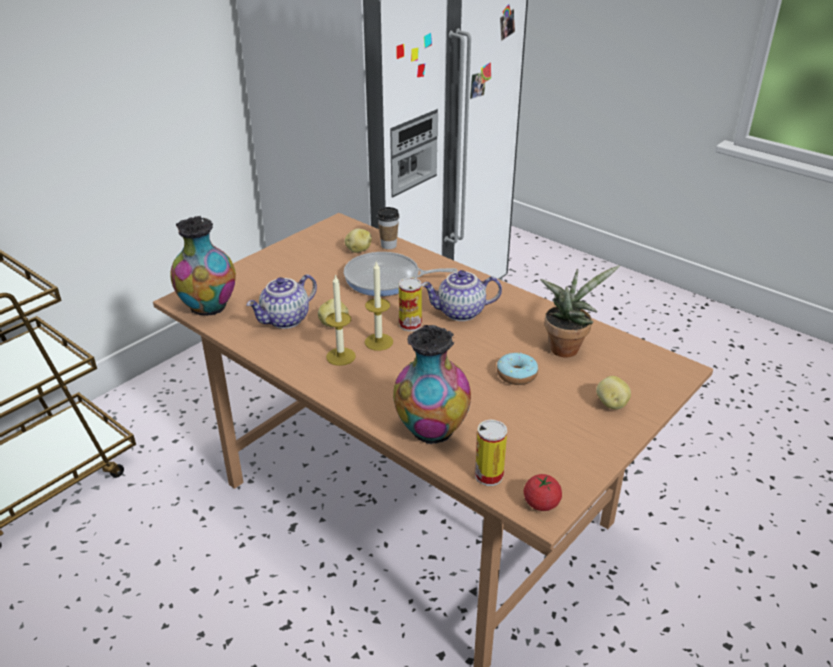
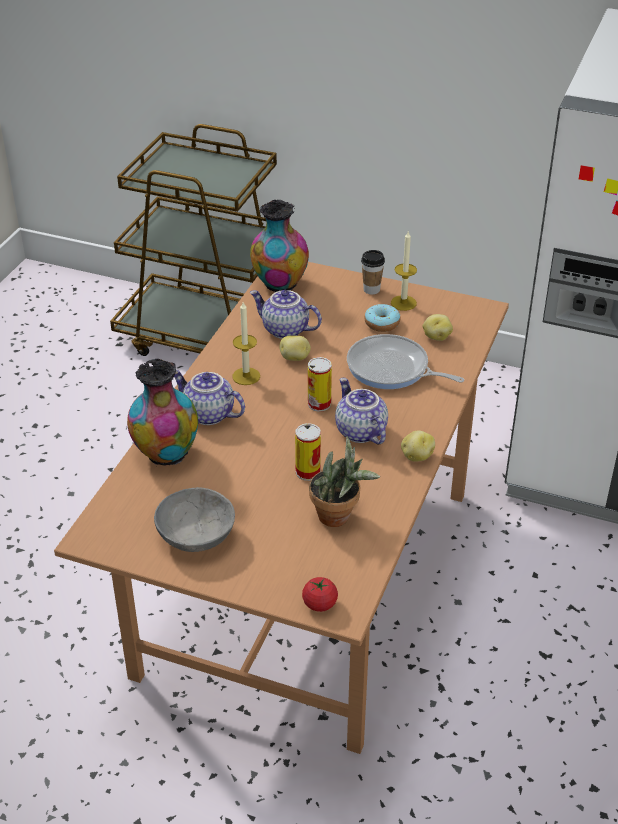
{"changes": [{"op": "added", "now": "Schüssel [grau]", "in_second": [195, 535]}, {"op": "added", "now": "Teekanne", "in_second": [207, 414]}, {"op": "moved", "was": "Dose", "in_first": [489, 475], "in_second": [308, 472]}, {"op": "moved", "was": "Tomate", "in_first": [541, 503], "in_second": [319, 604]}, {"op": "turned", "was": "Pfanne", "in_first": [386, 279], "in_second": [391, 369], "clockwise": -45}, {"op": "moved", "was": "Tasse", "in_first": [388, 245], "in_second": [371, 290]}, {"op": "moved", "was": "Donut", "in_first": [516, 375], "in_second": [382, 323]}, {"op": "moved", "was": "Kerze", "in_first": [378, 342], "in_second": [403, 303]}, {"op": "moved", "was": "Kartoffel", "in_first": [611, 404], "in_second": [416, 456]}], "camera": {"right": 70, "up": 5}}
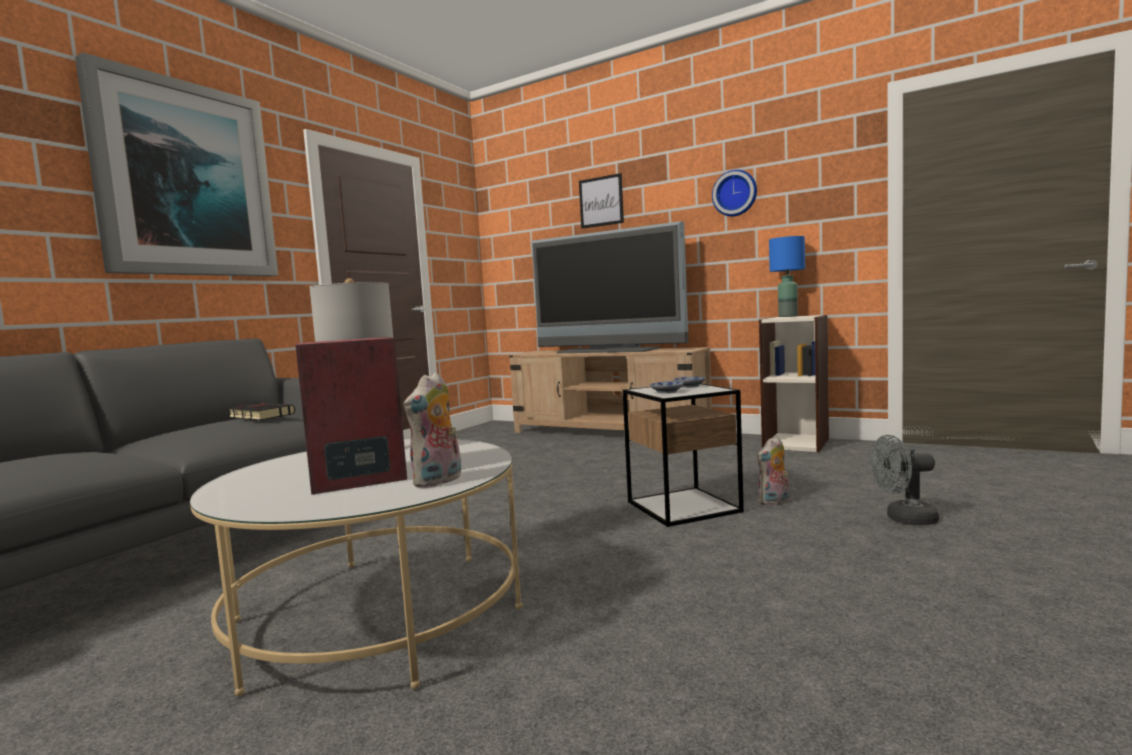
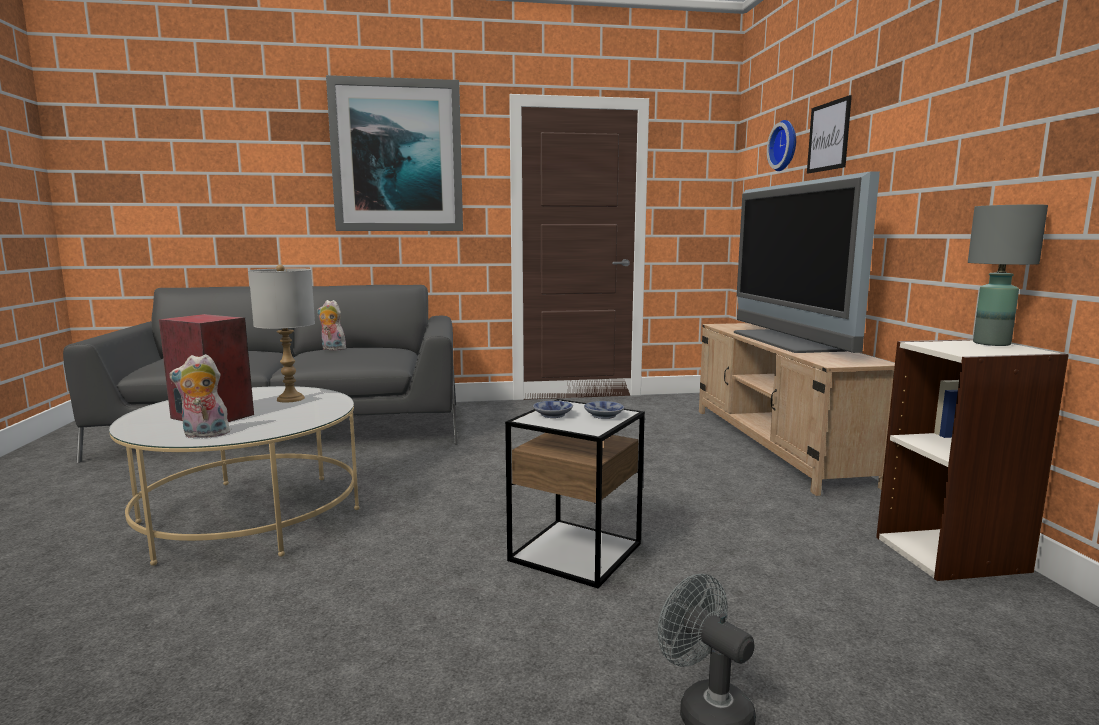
{"changes": [{"op": "moved", "was": "Plüschtier", "in_first": [774, 502], "in_second": [332, 349]}, {"op": "moved", "was": "Wanduhr", "in_first": [735, 193], "in_second": [785, 146]}, {"op": "recoloured", "was": "Tischlampe [blau]", "now": "Tischlampe [grau]", "in_first": [787, 316], "in_second": [991, 343]}, {"op": "removed", "was": "Buch [schwarz]", "in_first": [260, 416]}], "camera": {"right": 50, "up": 5}}
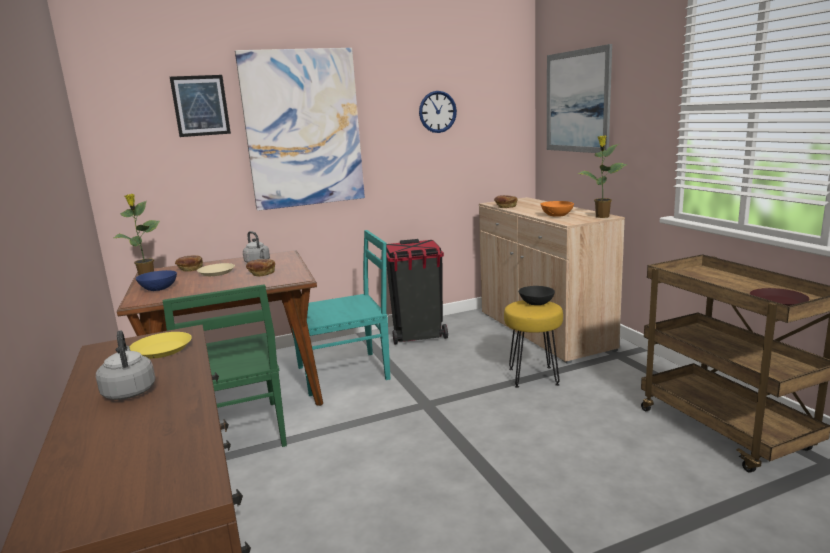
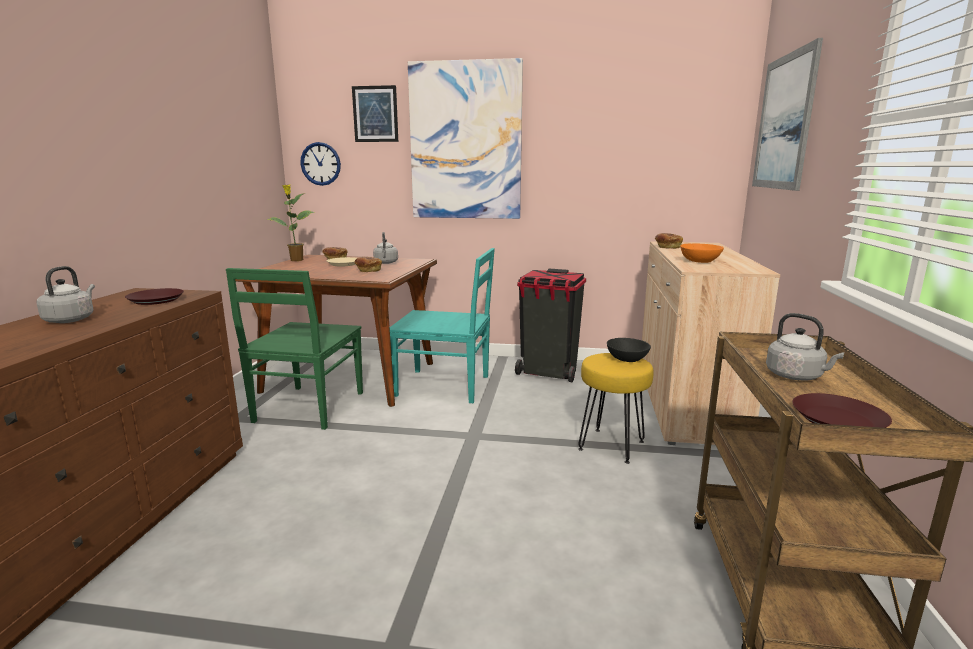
{"changes": [{"op": "recoloured", "was": "Teller [gelb]", "now": "Teller [braun]", "in_first": [162, 350], "in_second": [156, 300]}, {"op": "moved", "was": "Wanduhr", "in_first": [437, 112], "in_second": [320, 164]}, {"op": "added", "now": "Wasserkessel [grau]", "in_second": [796, 376]}, {"op": "removed", "was": "Schüssel [blau]", "in_first": [158, 289]}, {"op": "removed", "was": "Topfpflanze", "in_first": [601, 216]}], "camera": {"right": 30, "up": 0}}
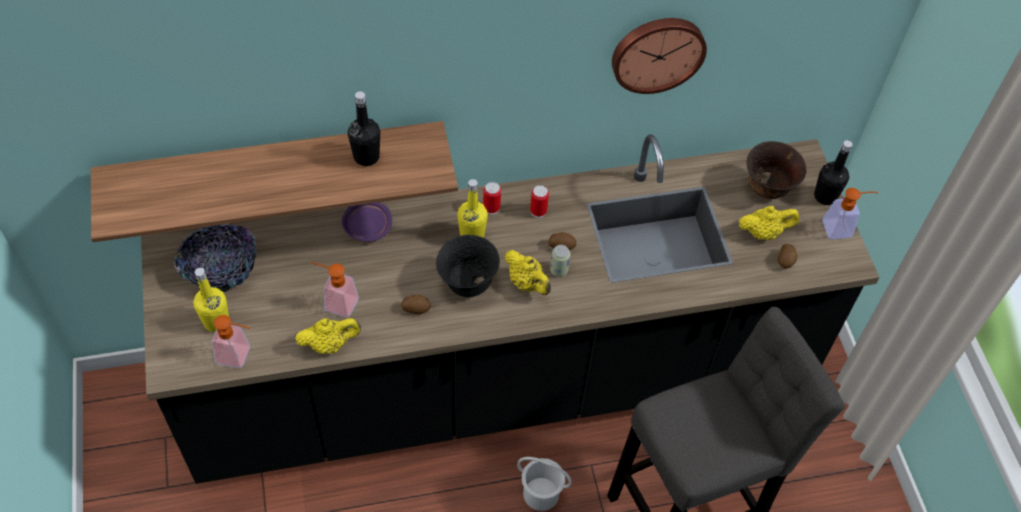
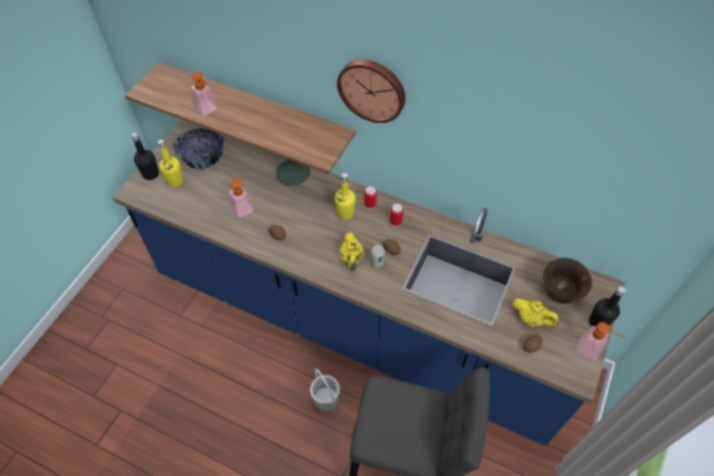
{"changes": [{"op": "recoloured", "was": "Küchenzeile [schwarz]", "now": "Küchenzeile [blau]", "in_first": [502, 380], "in_second": [357, 322]}, {"op": "moved", "was": "Flasche [schwarz]", "in_first": [366, 157], "in_second": [151, 174]}, {"op": "moved", "was": "Seifenspender", "in_first": [239, 356], "in_second": [208, 110]}, {"op": "recoloured", "was": "Teller [lila]", "now": "Teller [grün]", "in_first": [367, 226], "in_second": [293, 175]}, {"op": "moved", "was": "Wanduhr", "in_first": [657, 52], "in_second": [372, 89]}, {"op": "removed", "was": "Teekanne [gelb]", "in_first": [330, 344]}, {"op": "removed", "was": "Schüssel [schwarz]", "in_first": [468, 284]}], "camera": {"right": 40, "up": 0}}
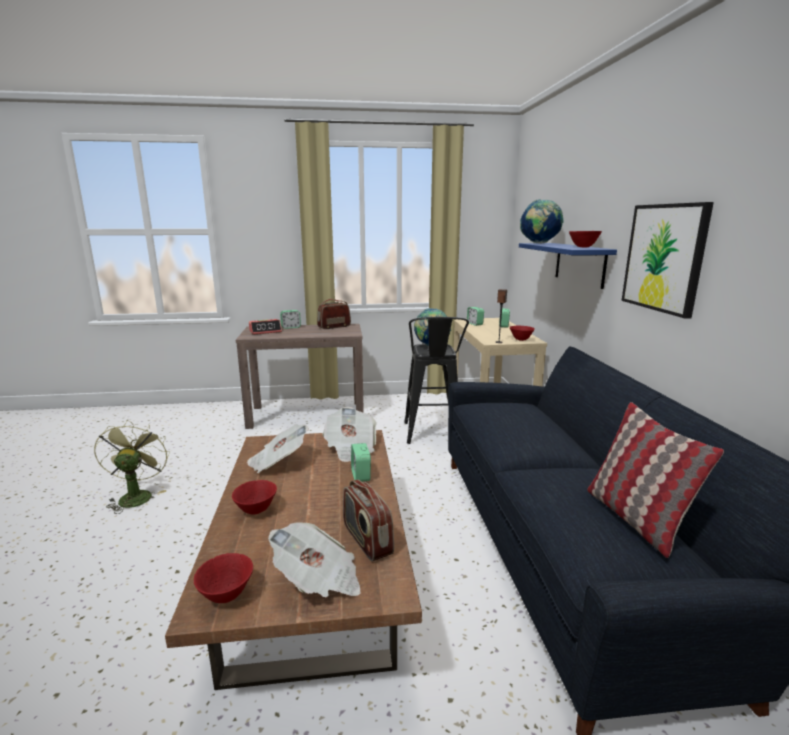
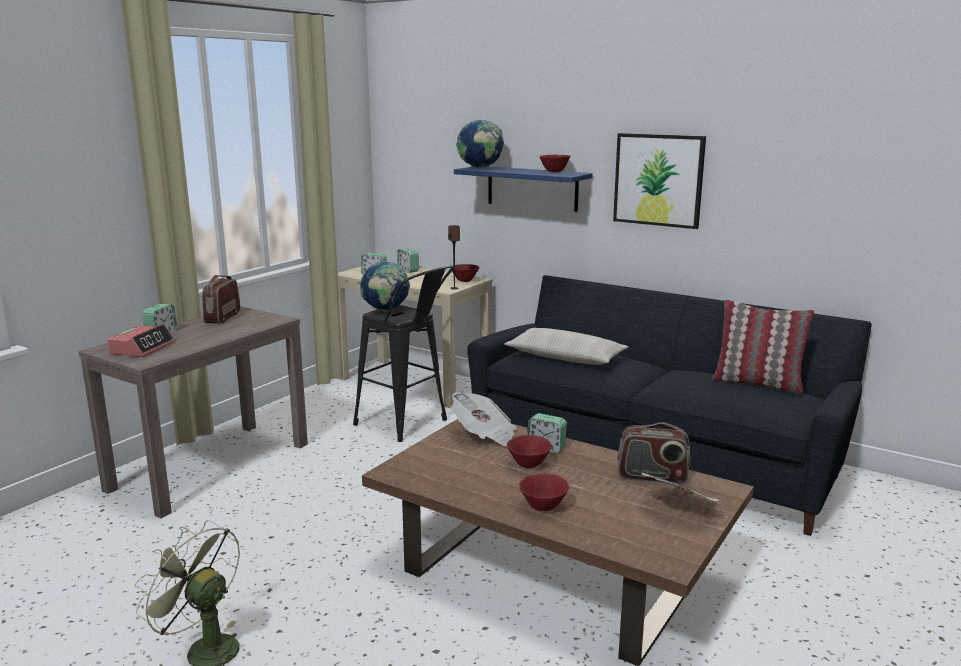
{"changes": [{"op": "added", "now": "Kissen [beige]", "in_second": [565, 358]}, {"op": "moved", "was": "Schüssel [rot]", "in_first": [226, 595], "in_second": [528, 465]}, {"op": "removed", "was": "Zeitung", "in_first": [278, 462]}], "camera": {"right": -50, "up": 0}}
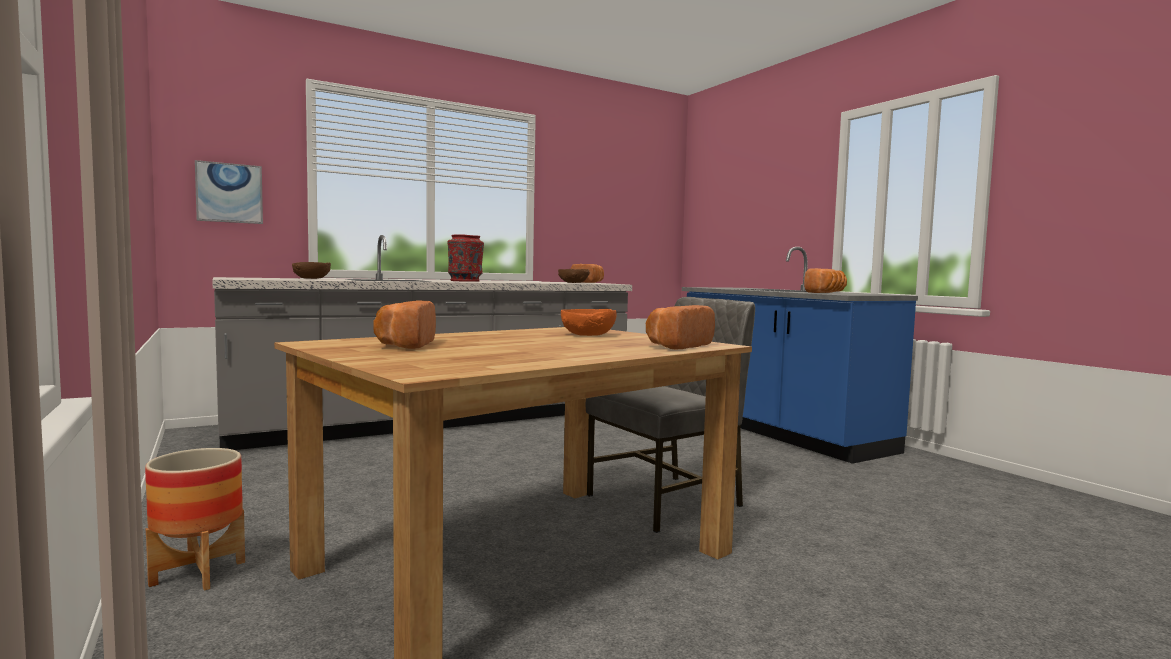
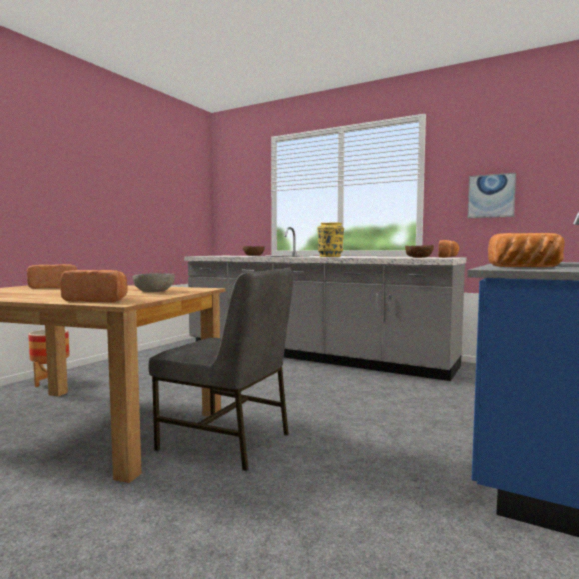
{"changes": [{"op": "recoloured", "was": "Schüssel [orange]", "now": "Schüssel [grau]", "in_first": [587, 335], "in_second": [154, 291]}, {"op": "recoloured", "was": "Vase [rot]", "now": "Vase [gelb]", "in_first": [465, 281], "in_second": [330, 256]}, {"op": "moved", "was": "Bild", "in_first": [229, 193], "in_second": [491, 196]}], "camera": {"right": 60, "up": 0}}
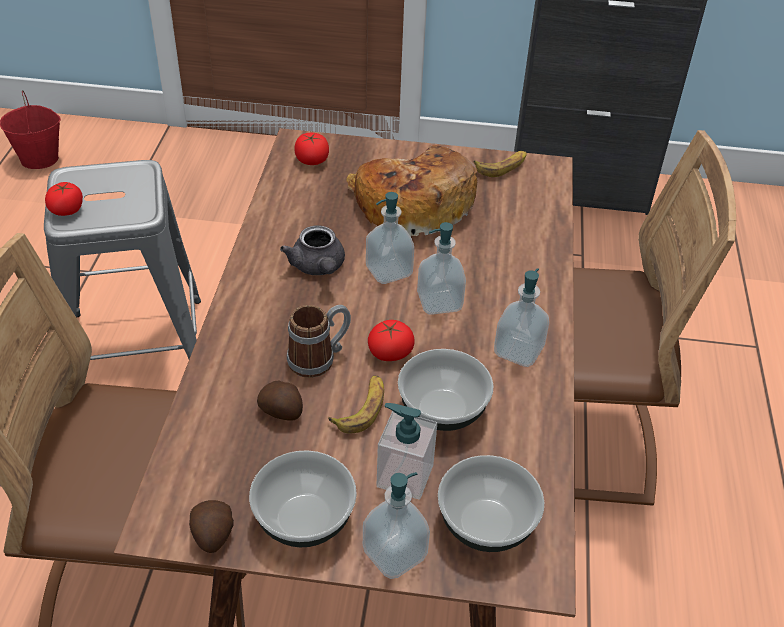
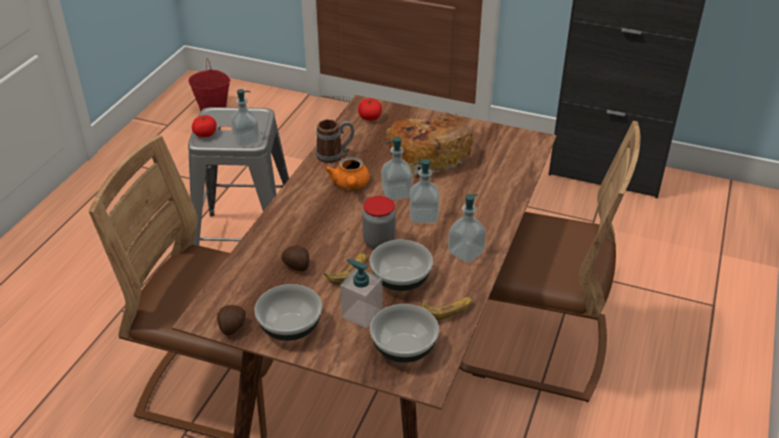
{"changes": [{"op": "moved", "was": "Seifenspender", "in_first": [394, 554], "in_second": [246, 139]}, {"op": "moved", "was": "Henkelbecher", "in_first": [319, 358], "in_second": [335, 155]}, {"op": "recoloured", "was": "Teekanne [grau]", "now": "Teekanne [orange]", "in_first": [318, 267], "in_second": [350, 185]}, {"op": "replaced", "was": "Tomate", "now": "Vorratsglas", "in_first": [390, 352], "in_second": [379, 241]}, {"op": "moved", "was": "Banane", "in_first": [502, 166], "in_second": [447, 310]}], "camera": {"right": 15, "up": -5}}
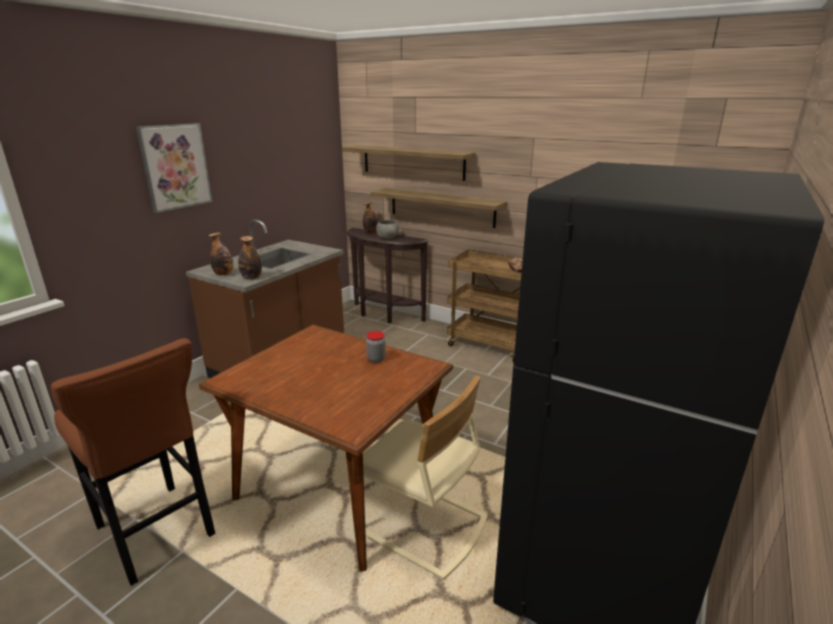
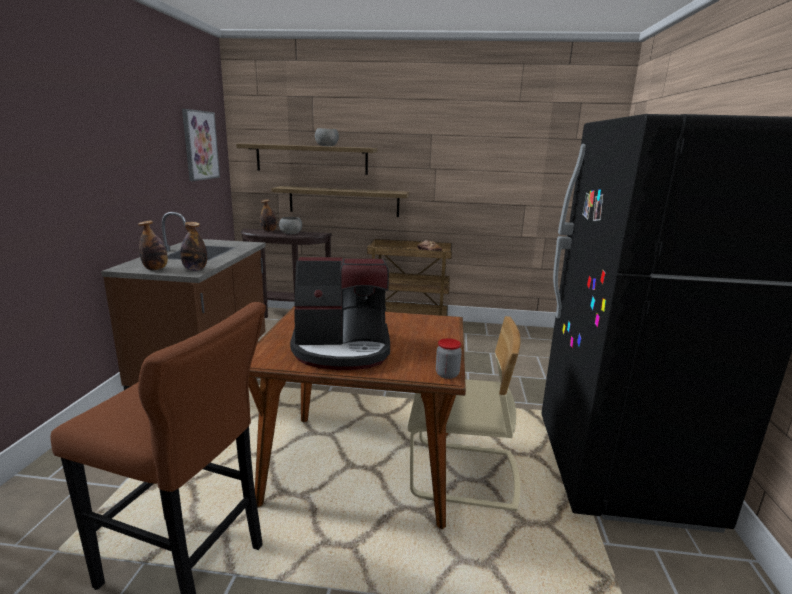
{"changes": [{"op": "moved", "was": "Bild", "in_first": [175, 167], "in_second": [200, 145]}, {"op": "added", "now": "Kaffeemaschine", "in_second": [342, 349]}, {"op": "added", "now": "Schüssel [grau]", "in_second": [326, 146]}, {"op": "moved", "was": "Vorratsglas", "in_first": [376, 359], "in_second": [447, 374]}], "camera": {"right": -25, "up": -5}}
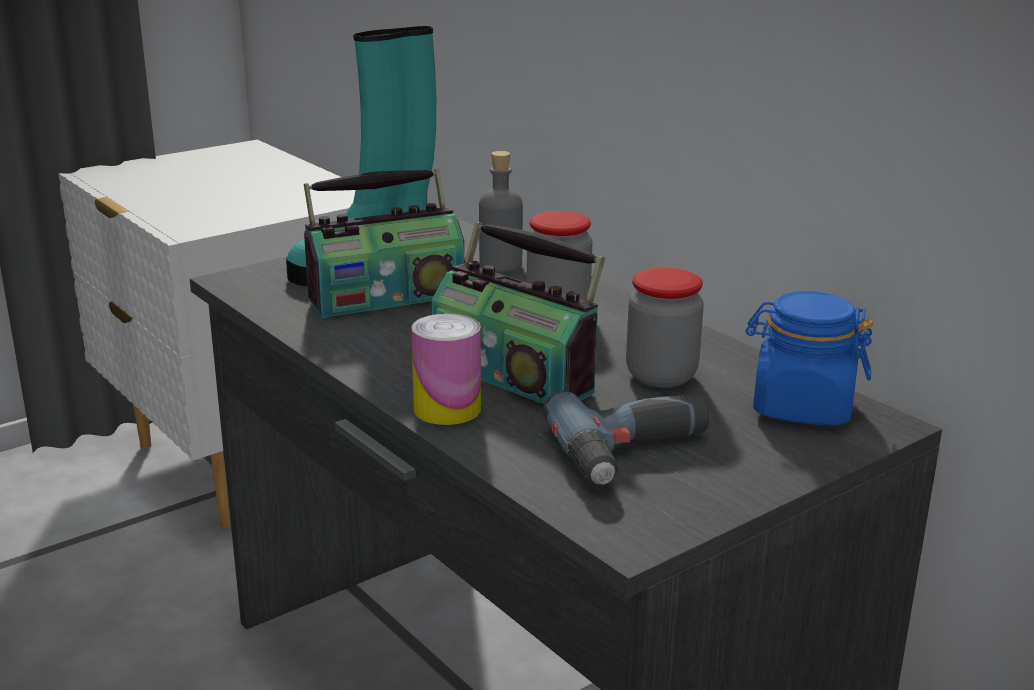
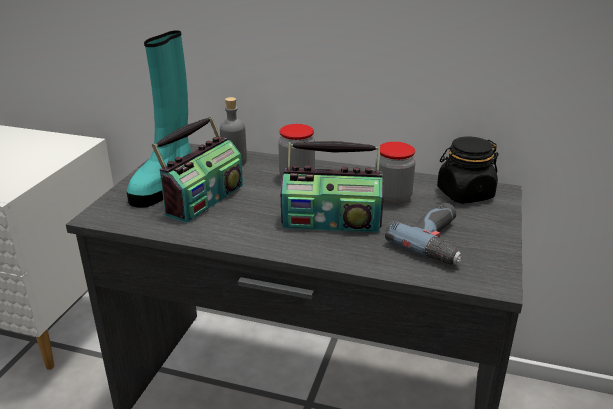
{"changes": [{"op": "recoloured", "was": "Vorratsglas [blau]", "now": "Vorratsglas [schwarz]", "in_first": [801, 407], "in_second": [464, 194]}, {"op": "removed", "was": "Dose", "in_first": [447, 409]}], "camera": {"right": -35, "up": 5}}
